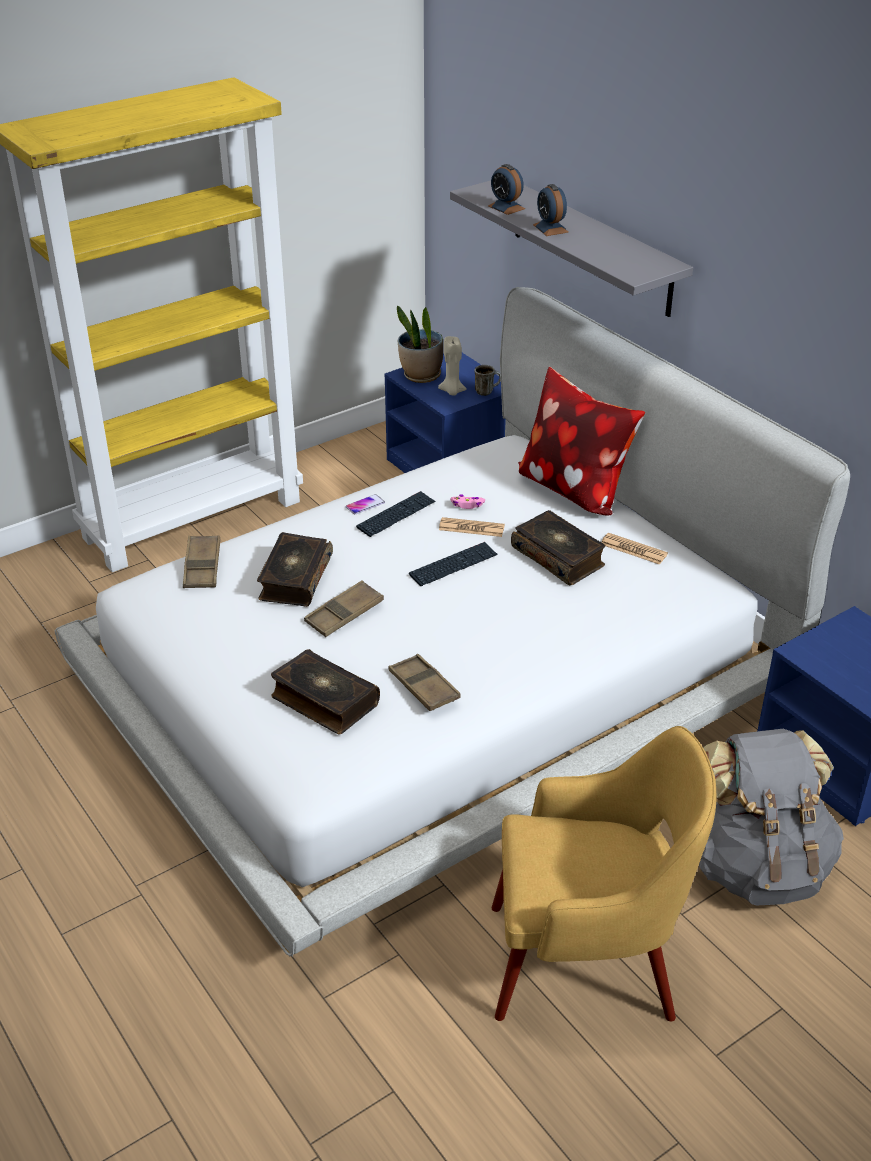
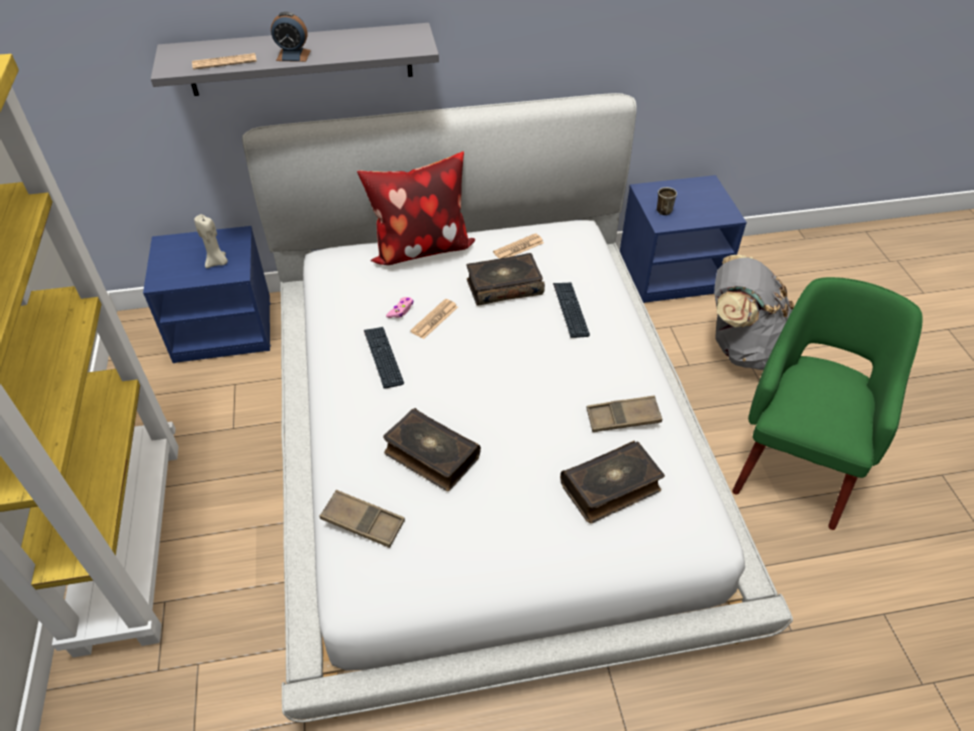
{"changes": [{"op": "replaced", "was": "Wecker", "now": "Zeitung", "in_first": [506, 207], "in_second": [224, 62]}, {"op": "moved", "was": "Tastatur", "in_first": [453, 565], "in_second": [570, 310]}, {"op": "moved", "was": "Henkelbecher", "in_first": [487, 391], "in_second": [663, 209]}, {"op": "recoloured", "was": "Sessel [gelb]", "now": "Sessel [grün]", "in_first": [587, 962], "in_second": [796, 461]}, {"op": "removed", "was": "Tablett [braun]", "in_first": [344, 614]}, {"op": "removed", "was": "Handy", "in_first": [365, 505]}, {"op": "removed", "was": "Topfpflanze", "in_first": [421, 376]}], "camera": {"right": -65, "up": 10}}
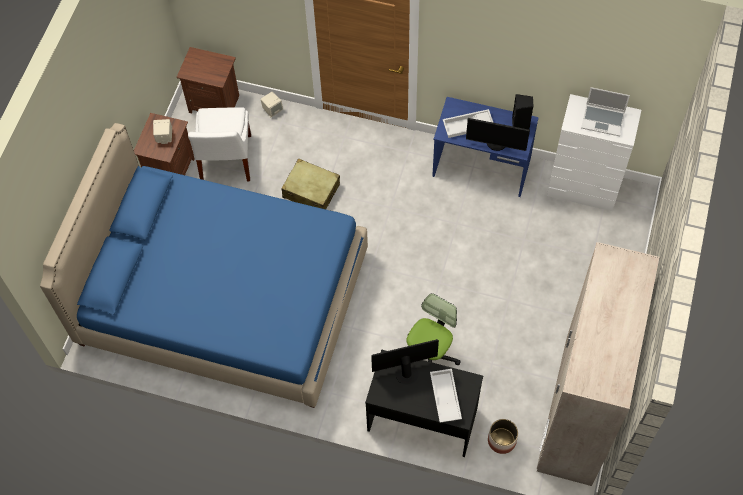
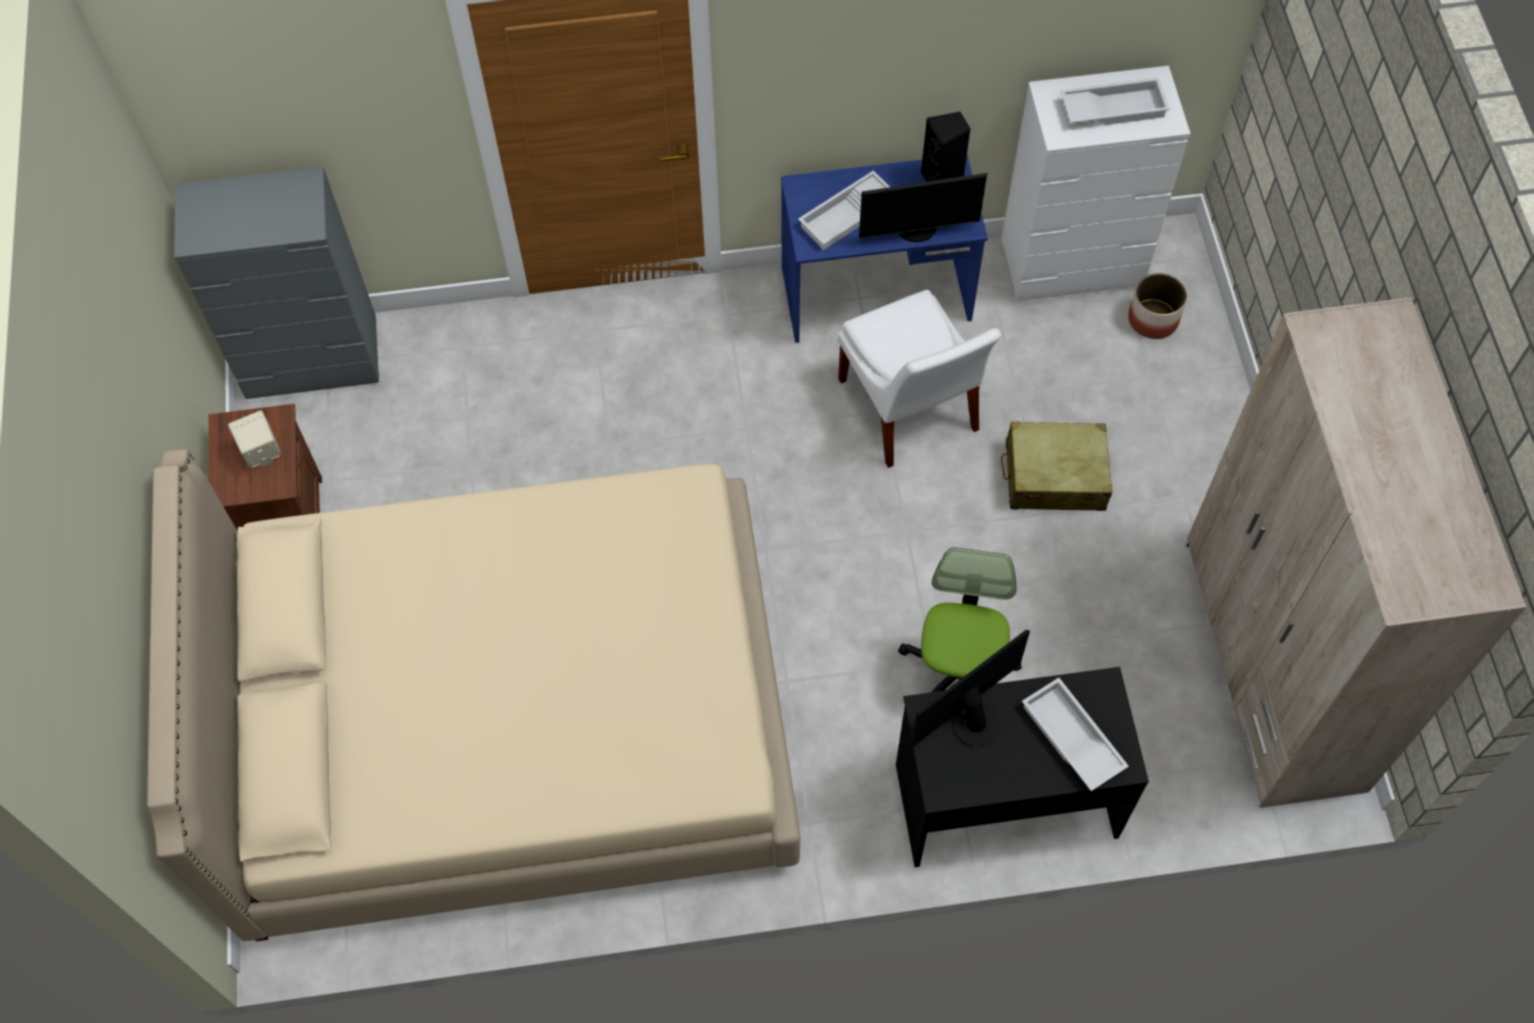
{"changes": [{"op": "recoloured", "was": "Bett [blau]", "now": "Bett [beige]", "in_first": [224, 298], "in_second": [511, 725]}, {"op": "replaced", "was": "Nachttisch [braun]", "now": "Kommode [grau]", "in_first": [215, 103], "in_second": [313, 359]}, {"op": "moved", "was": "Stuhl [weiß]", "in_first": [225, 161], "in_second": [910, 410]}, {"op": "moved", "was": "Koffer [beige]", "in_first": [311, 191], "in_second": [1054, 476]}, {"op": "replaced", "was": "Laptop", "now": "Tablett [weiß]", "in_first": [603, 120], "in_second": [1113, 107]}, {"op": "moved", "was": "Pflanzkübel", "in_first": [501, 440], "in_second": [1152, 319]}, {"op": "removed", "was": "Lautsprecher [beige]", "in_first": [272, 110]}], "camera": {"right": -25, "up": 0}}
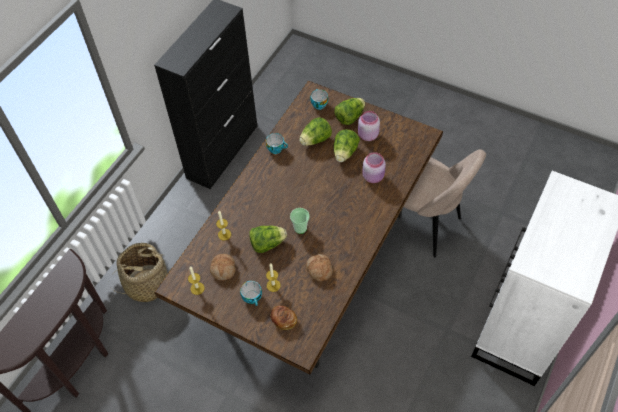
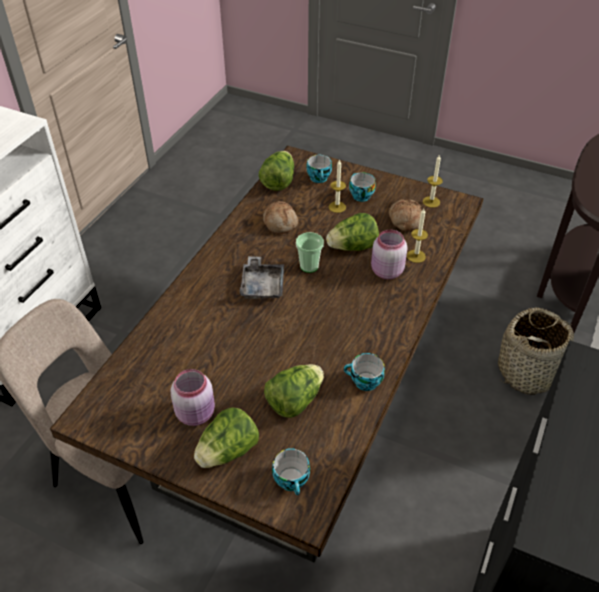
{"changes": [{"op": "added", "now": "Tablett [grau]", "in_second": [262, 285]}, {"op": "moved", "was": "Salatkopf", "in_first": [345, 153], "in_second": [278, 182]}, {"op": "replaced", "was": "Brot", "now": "Tasse", "in_first": [283, 320], "in_second": [319, 178]}, {"op": "moved", "was": "Vorratsglas [rosa]", "in_first": [373, 176], "in_second": [386, 271]}], "camera": {"right": 175, "up": -10}}
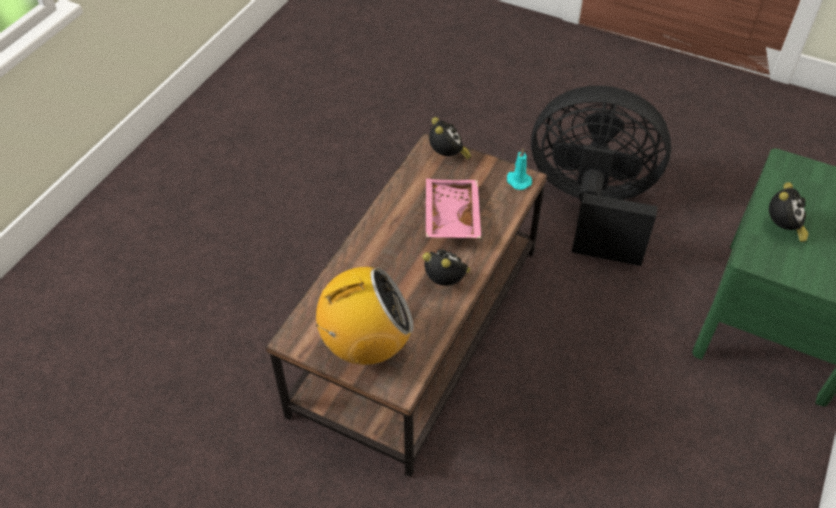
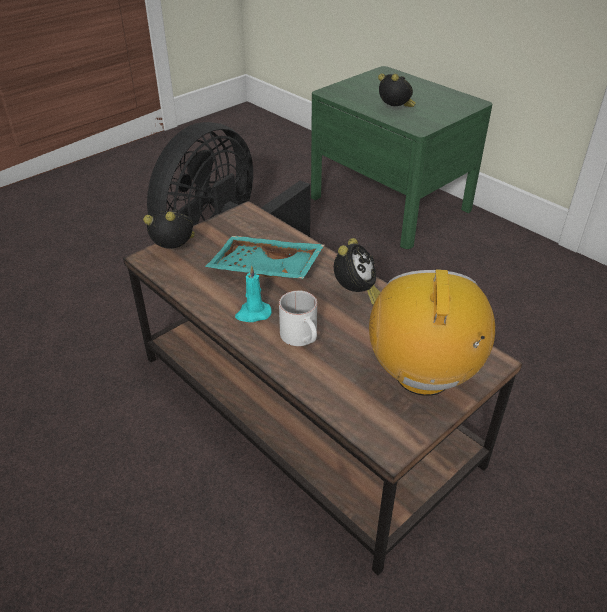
{"changes": [{"op": "recoloured", "was": "Tablett [rosa]", "now": "Tablett [türkis]", "in_first": [450, 217], "in_second": [264, 270]}, {"op": "moved", "was": "Kerze [türkis]", "in_first": [518, 181], "in_second": [253, 314]}, {"op": "added", "now": "Henkelbecher [weiß]", "in_second": [303, 338]}, {"op": "turned", "was": "Wecker", "in_first": [447, 282], "in_second": [356, 294], "clockwise": 150}], "camera": {"right": -70, "up": -10}}
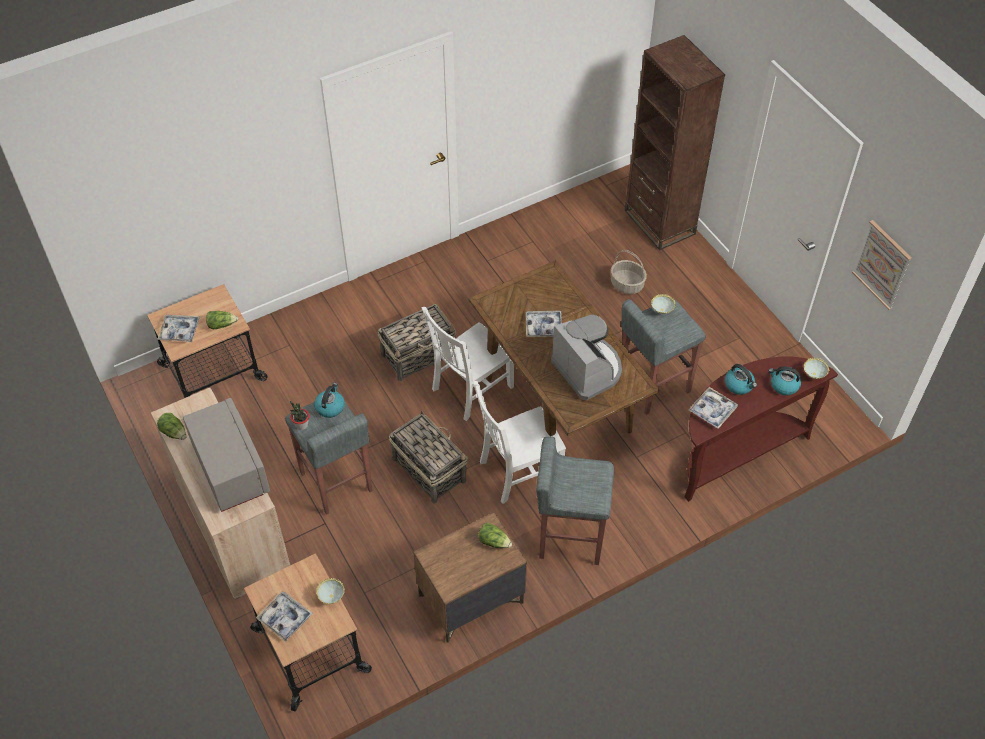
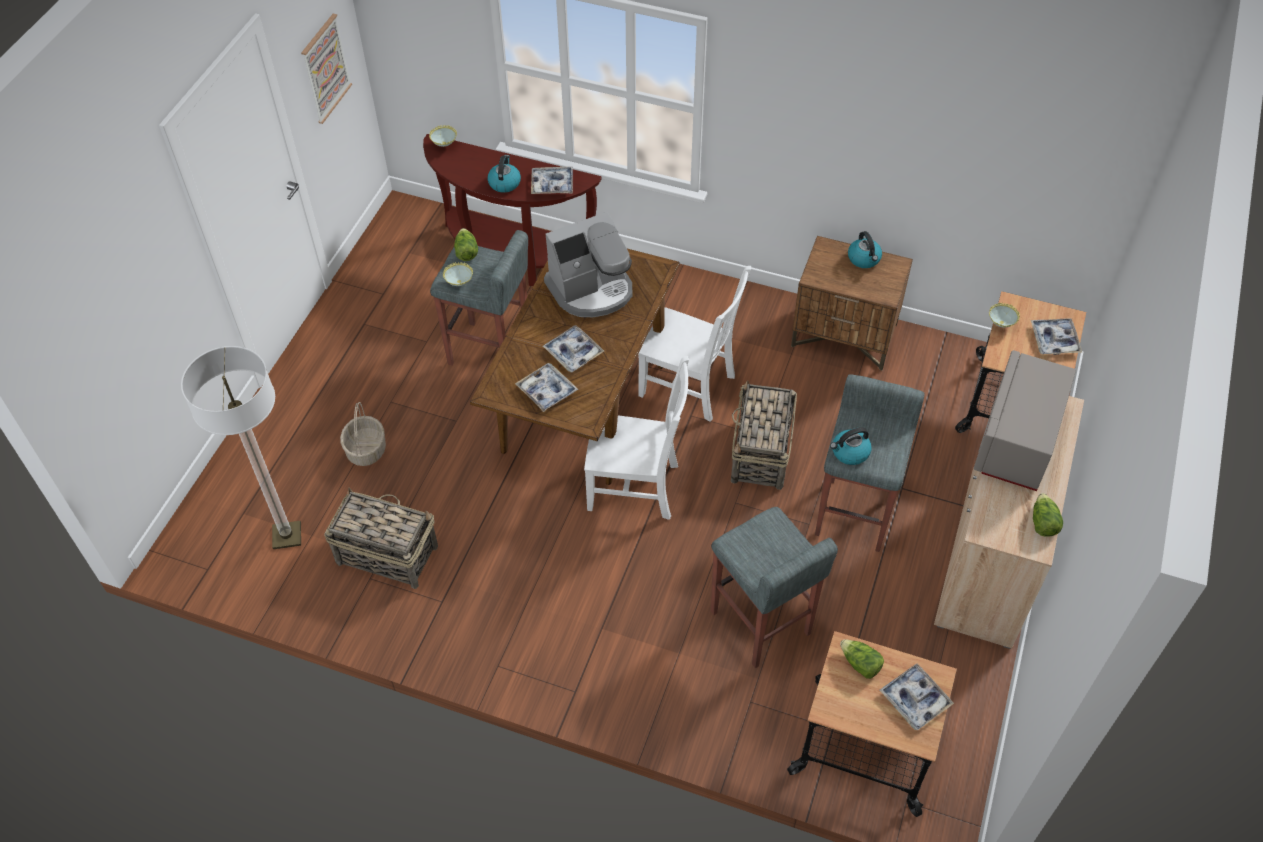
{"changes": [{"op": "added", "now": "Stehlampe", "in_second": [287, 536]}, {"op": "moved", "was": "Korb", "in_first": [419, 355], "in_second": [386, 554]}, {"op": "moved", "was": "Salatkopf", "in_first": [494, 541], "in_second": [466, 251]}, {"op": "added", "now": "Tablett", "in_second": [547, 391]}, {"op": "turned", "was": "Kaffeemaschine", "in_first": [588, 369], "in_second": [591, 290], "clockwise": -135}, {"op": "moved", "was": "Hocker [grau]", "in_first": [570, 537], "in_second": [760, 624]}, {"op": "moved", "was": "Wasserkessel", "in_first": [783, 385], "in_second": [864, 259]}, {"op": "removed", "was": "Topfpflanze", "in_first": [301, 425]}, {"op": "removed", "was": "Bücherregal [braun]", "in_first": [659, 222]}], "camera": {"right": -130, "up": 0}}
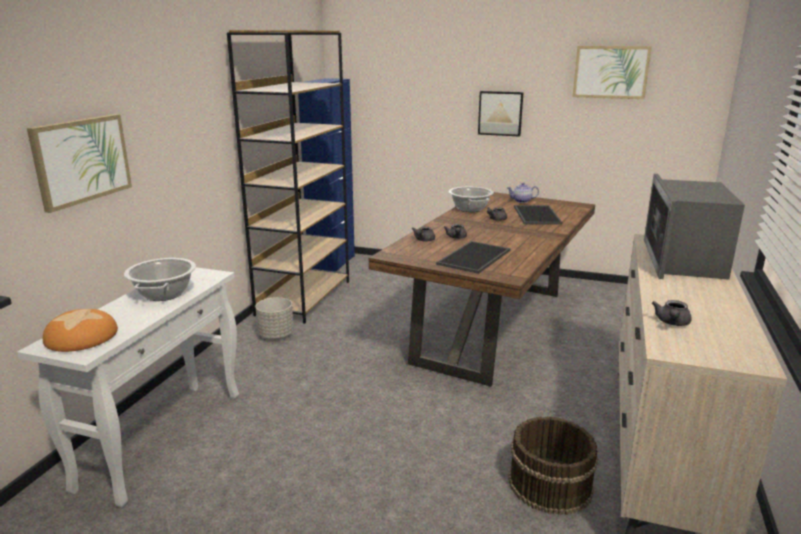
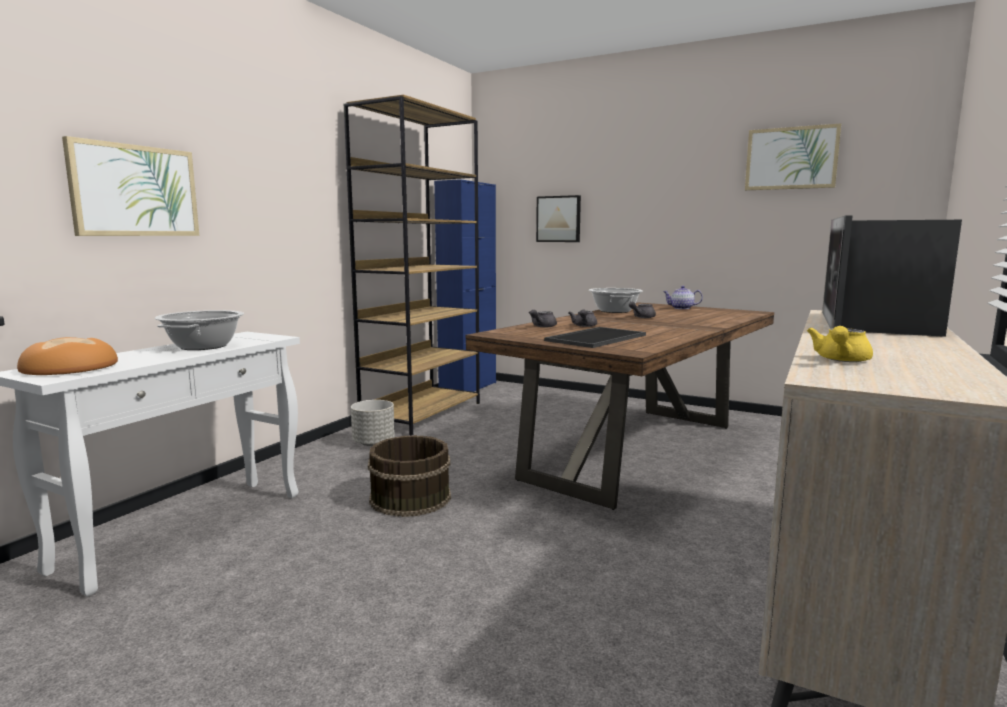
{"changes": [{"op": "moved", "was": "Eimer [braun]", "in_first": [549, 484], "in_second": [409, 498]}, {"op": "moved", "was": "Bild", "in_first": [500, 113], "in_second": [559, 219]}, {"op": "recoloured", "was": "Teekanne [grau]", "now": "Teekanne [gelb]", "in_first": [672, 323], "in_second": [840, 360]}, {"op": "removed", "was": "Tablett", "in_first": [535, 215]}], "camera": {"right": 10, "up": -10}}
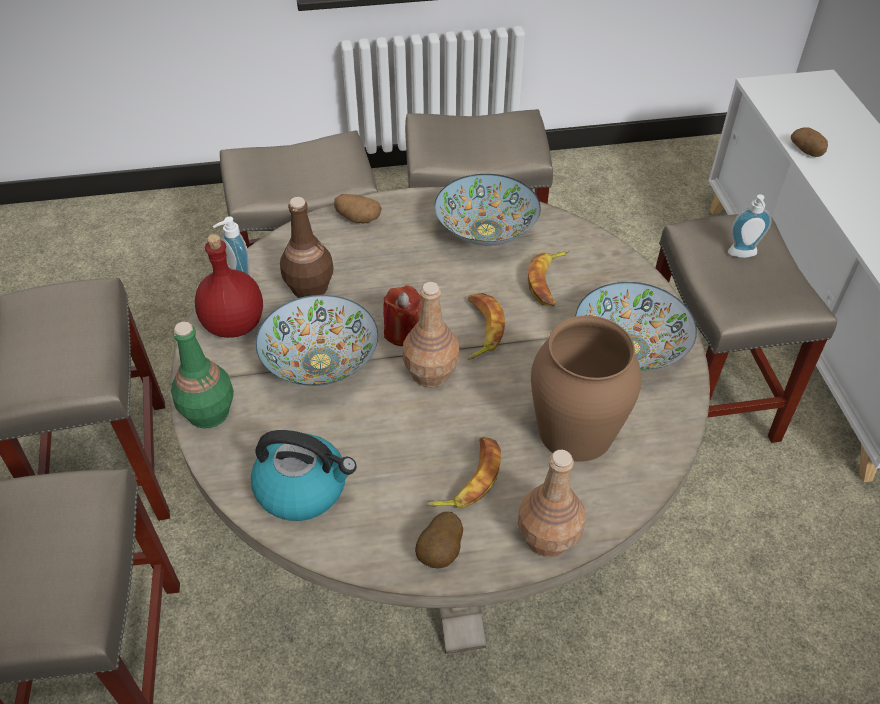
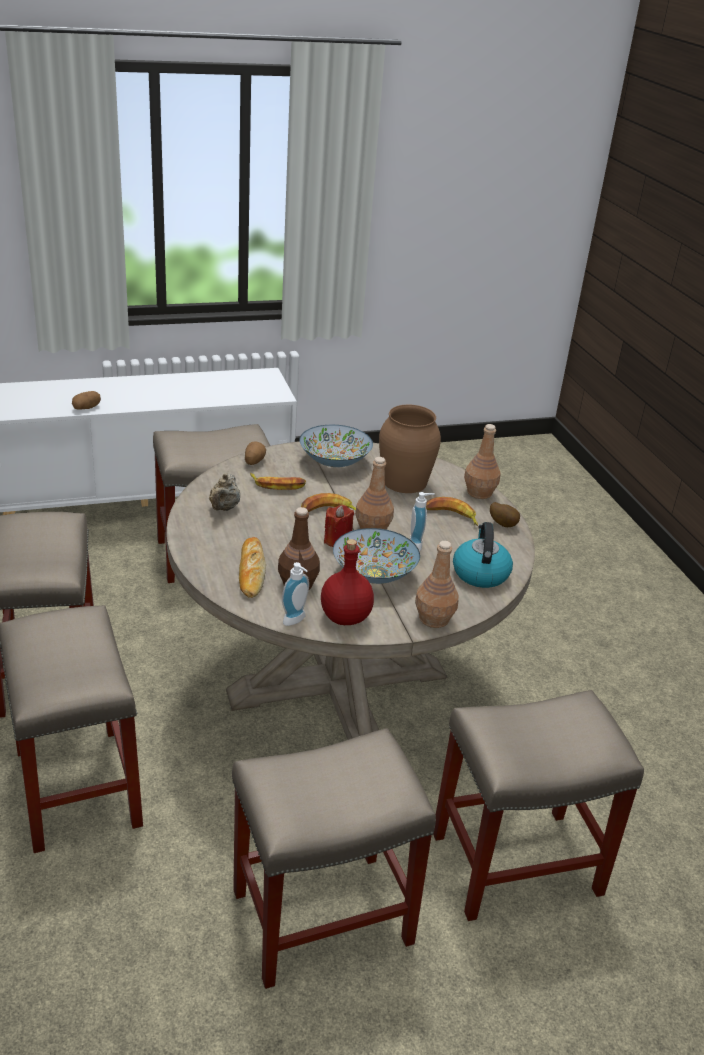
{"changes": [{"op": "replaced", "was": "Schüssel", "now": "Teekanne [beige]", "in_first": [485, 231], "in_second": [224, 508]}, {"op": "added", "now": "Brot", "in_second": [251, 571]}, {"op": "moved", "was": "Kartoffel", "in_first": [357, 218], "in_second": [253, 461]}, {"op": "moved", "was": "Seifenspender", "in_first": [743, 255], "in_second": [418, 544]}, {"op": "recoloured", "was": "Flasche [grün]", "now": "Flasche [braun]", "in_first": [208, 413], "in_second": [434, 619]}], "camera": {"right": -100, "up": -15}}
